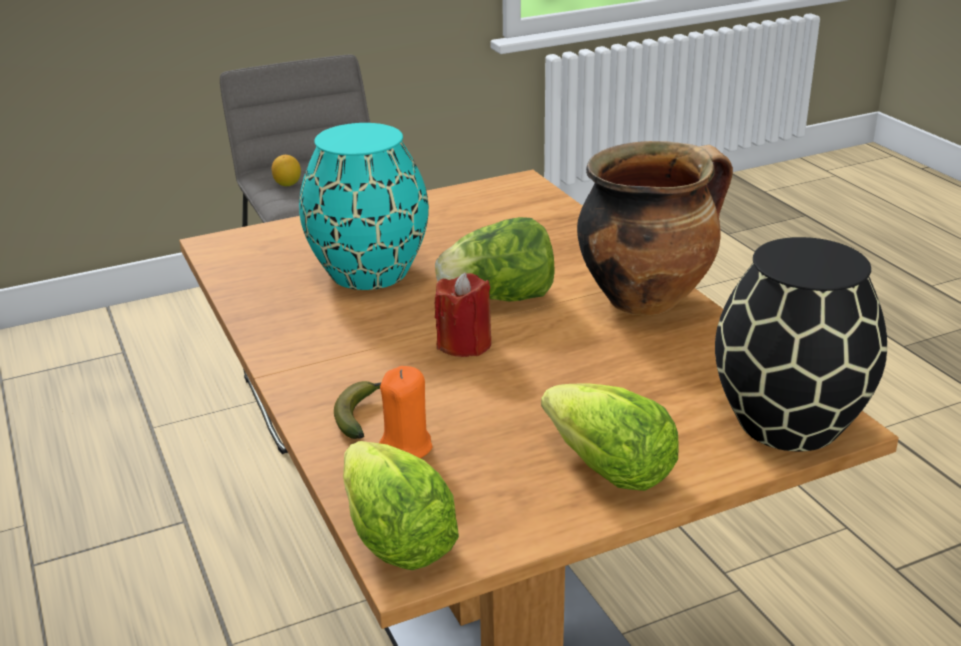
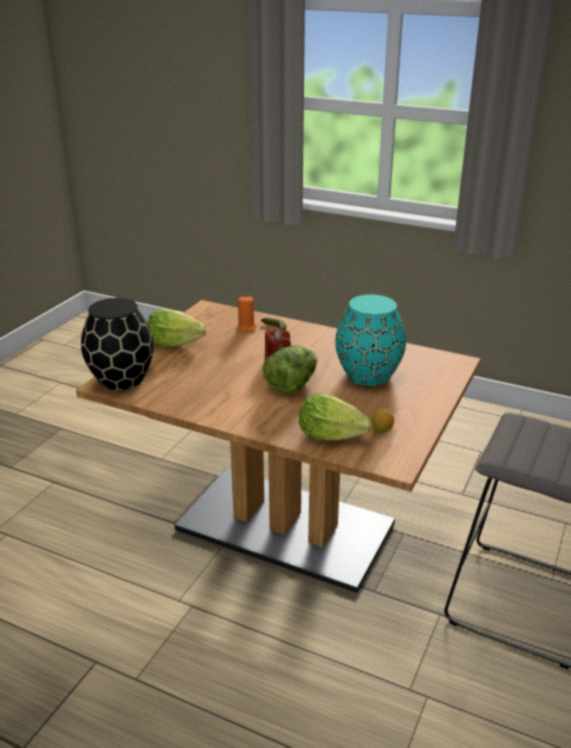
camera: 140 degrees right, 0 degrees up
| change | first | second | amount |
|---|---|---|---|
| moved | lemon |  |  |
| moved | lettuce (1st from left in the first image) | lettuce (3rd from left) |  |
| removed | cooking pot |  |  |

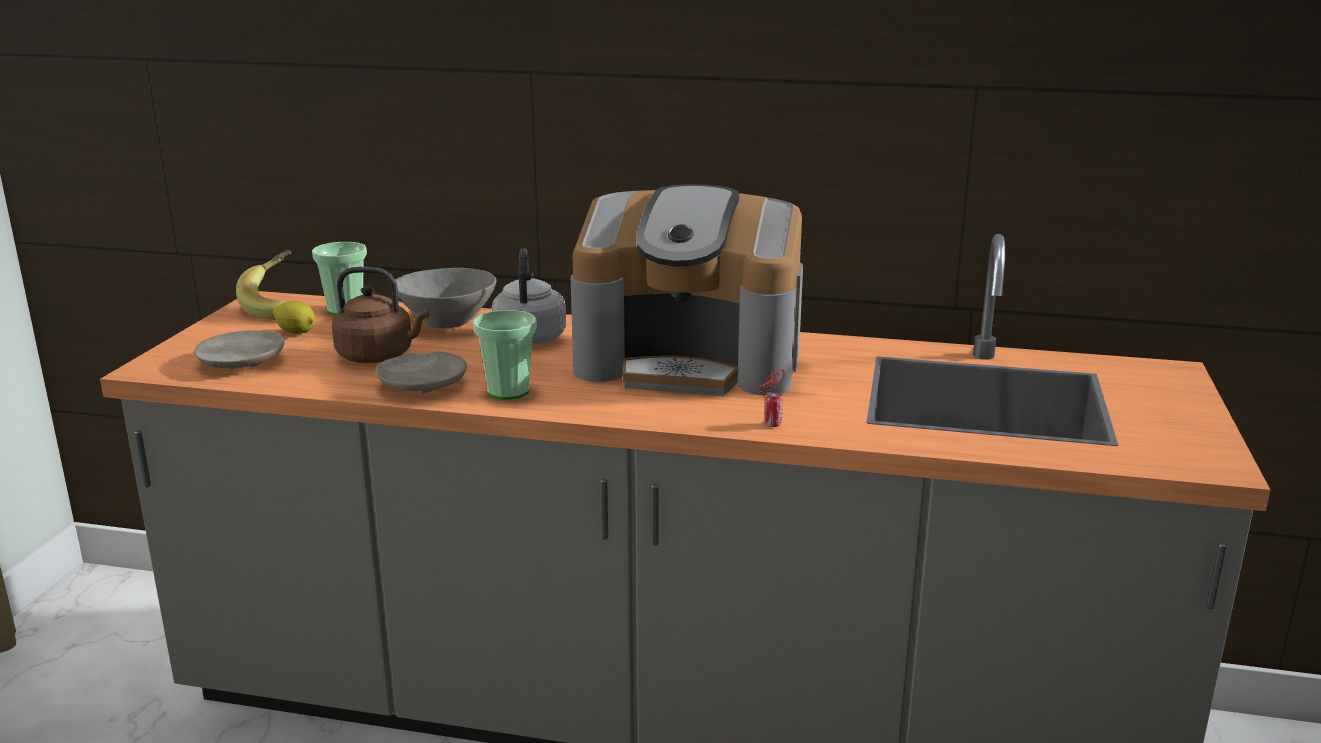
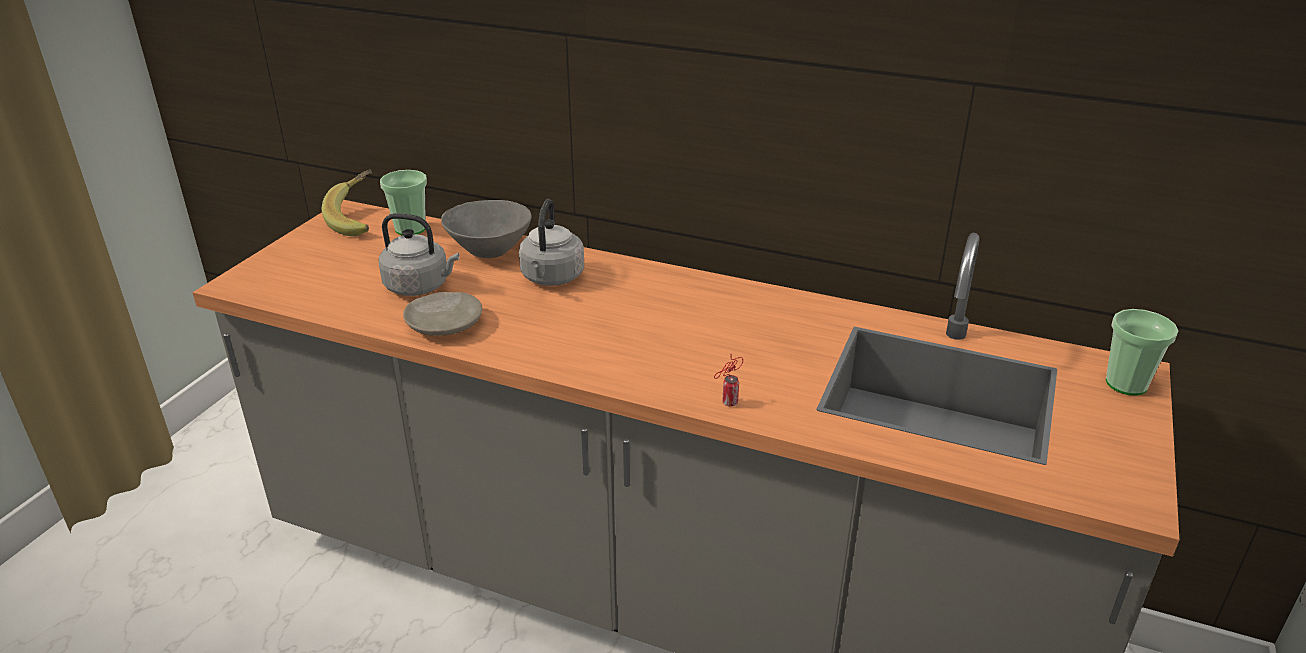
camera: 10 degrees right, 10 degrees up
| change | first | second | amount |
|---|---|---|---|
| removed | plate/beige (1st from left) |  |  |
| removed | lemon |  |  |
| recoloured | kettle/brown | kettle/grey (1st from left) |  |
| moved | cup (2nd from left) |  |  |
| removed | coffee machine |  |  |

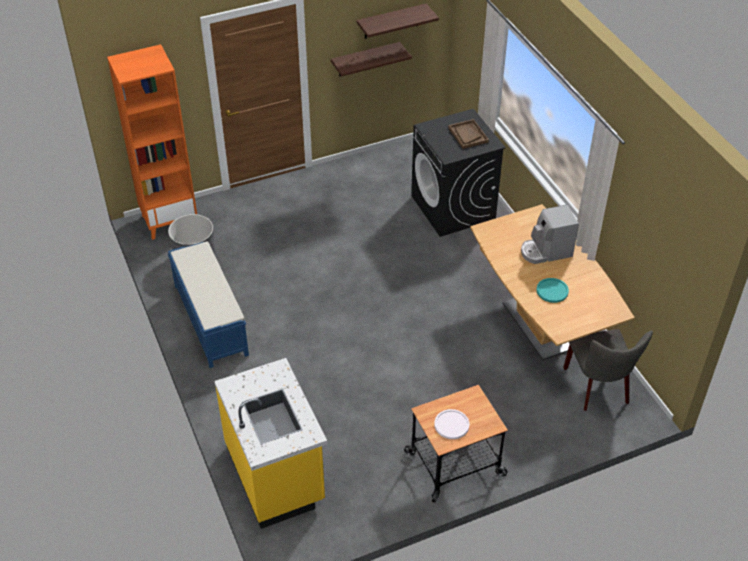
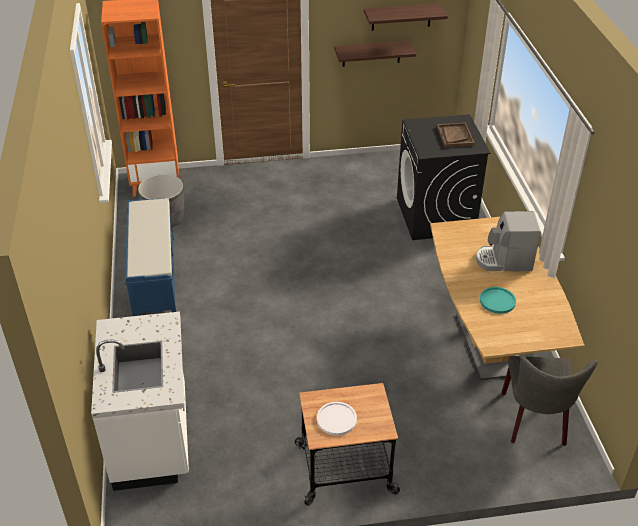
camera: 15 degrees right, 5 degrees down
| change | first | second | amount |
|---|---|---|---|
| recoloured | counter/yellow | counter/white |  |

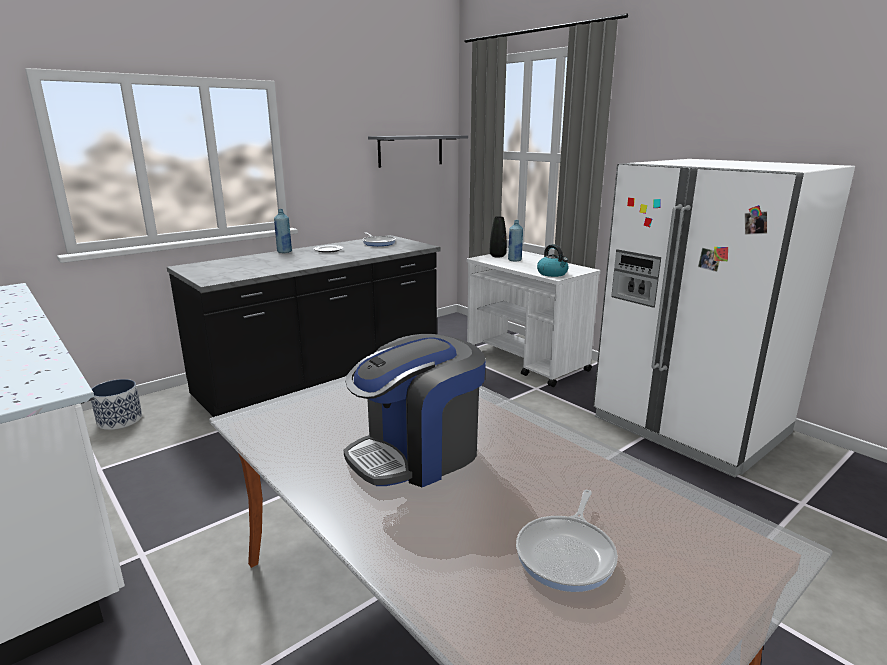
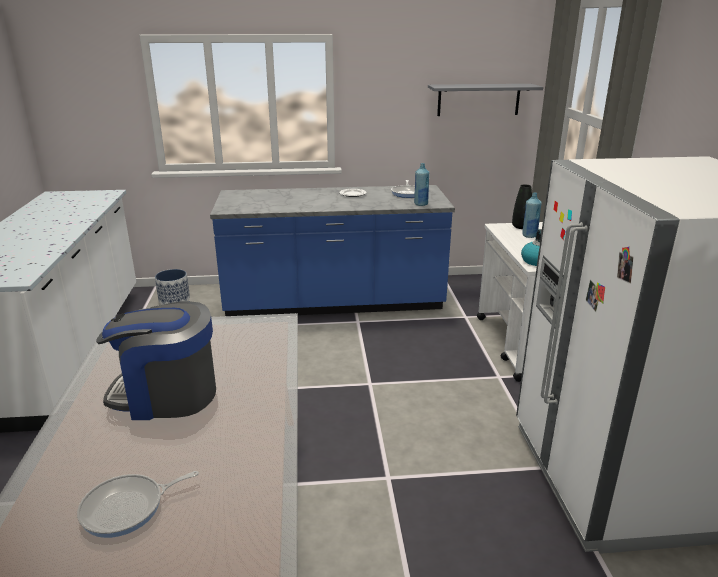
camera: 35 degrees right, 5 degrees up
| change | first | second | amount |
|---|---|---|---|
| recoloured | counter/black | counter/blue |  |
| moved | bottle/blue (1st from left) |  |  |

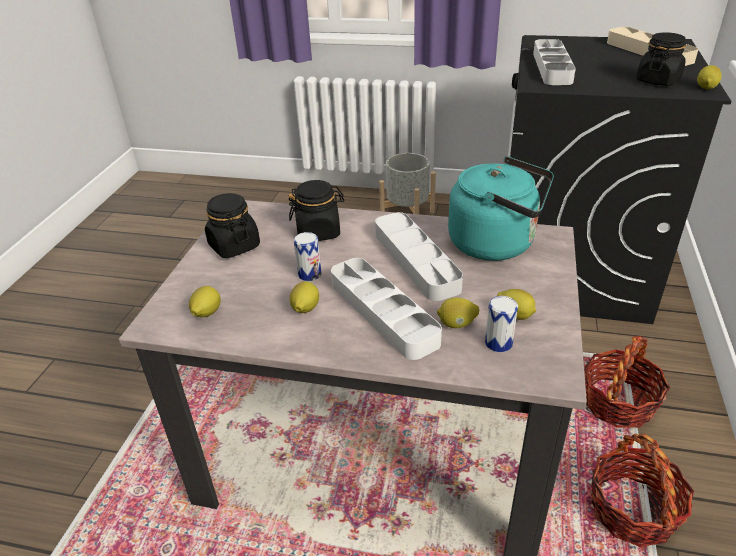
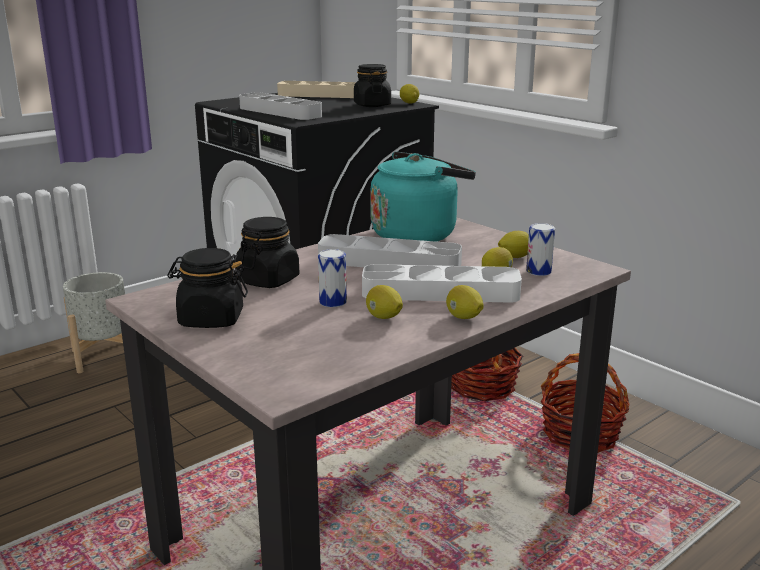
camera: 55 degrees left, 15 degrees down
| change | first | second | amount |
|---|---|---|---|
| moved | lemon (1st from left in the first image) | lemon (3rd from left) |  |

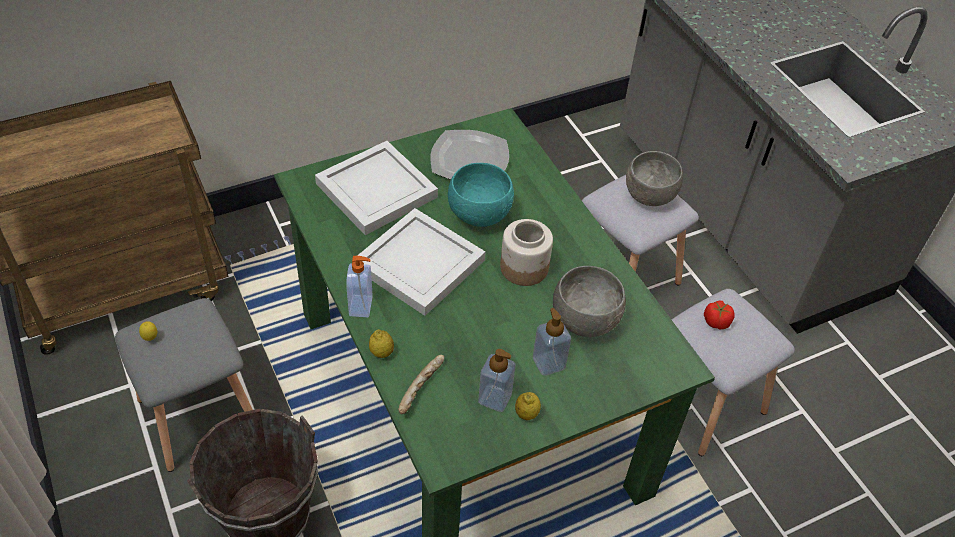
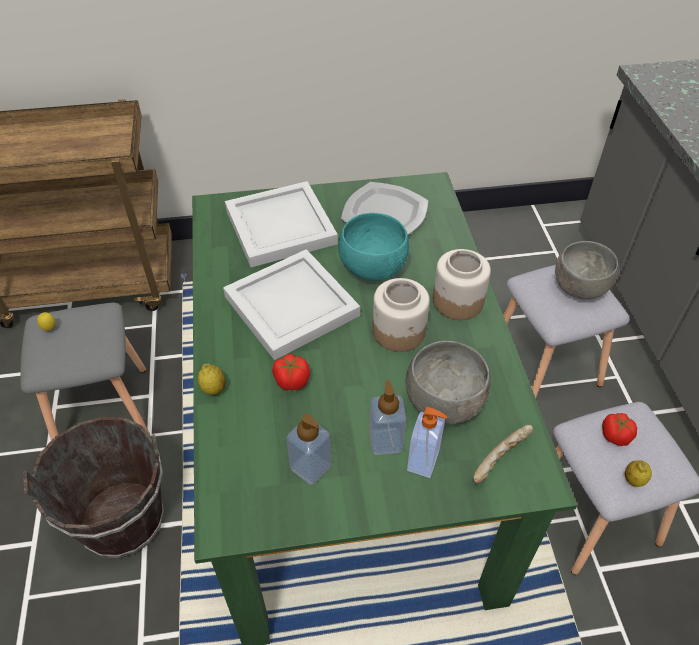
camera: 20 degrees right, 0 degrees up
| change | first | second | amount |
|---|---|---|---|
| moved | soap dispenser (1st from left in the first image) | soap dispenser (3rd from left) |  |
| moved | bread |  |  |
| moved | lemon (3rd from left) |  |  |
| added |  | tomato (1st from left) |  |
| added |  | jar (2nd from left) |  |

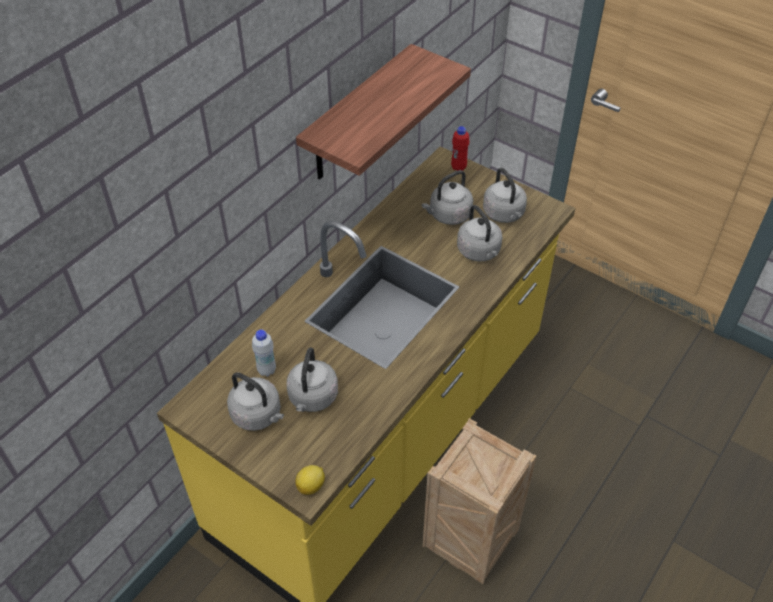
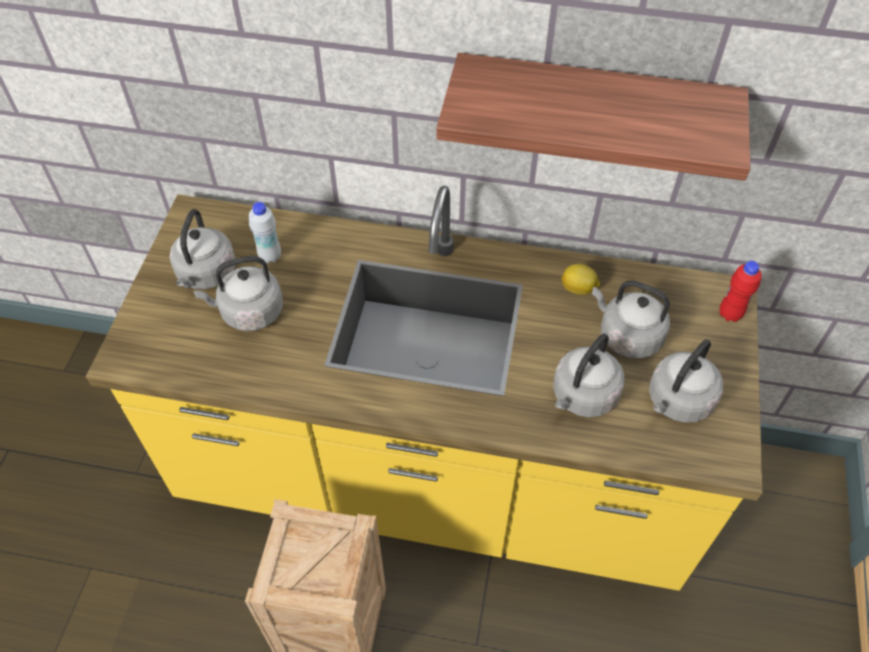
camera: 65 degrees right, 5 degrees up
| change | first | second | amount |
|---|---|---|---|
| moved | lemon |  |  |

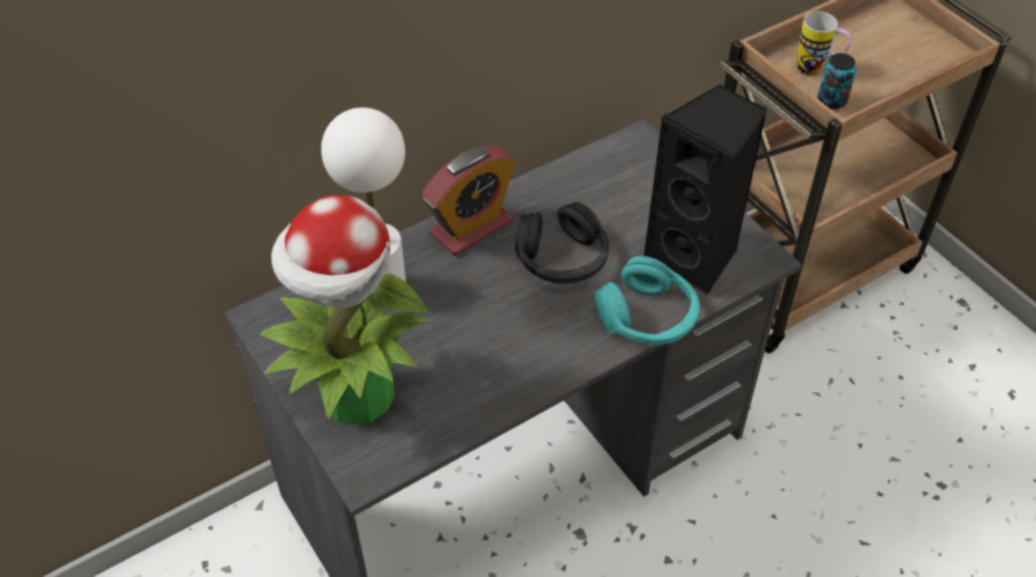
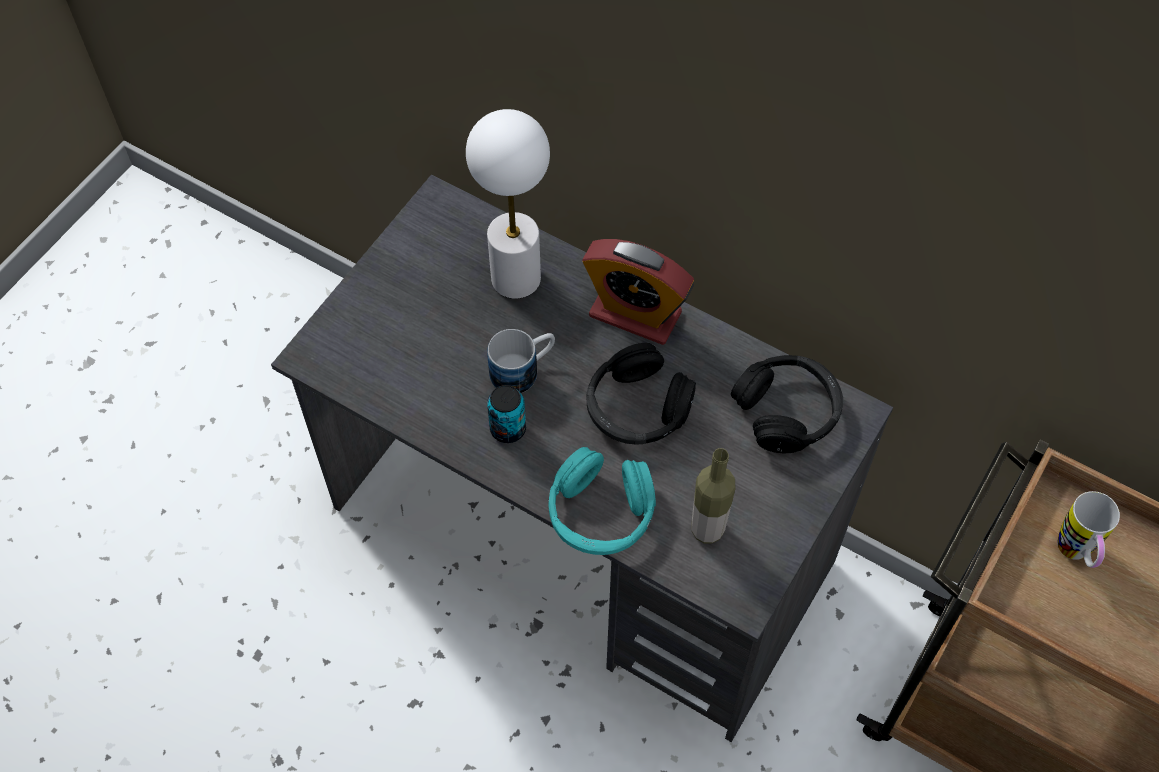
camera: 65 degrees right, 10 degrees up
| change | first | second | amount |
|---|---|---|---|
| removed | potted plant |  |  |
| replaced | speaker/black | bottle |  |
| moved | can |  |  |
| added |  | mug (1st from left) |  |
| added |  | headphones/black (2nd from left) |  |

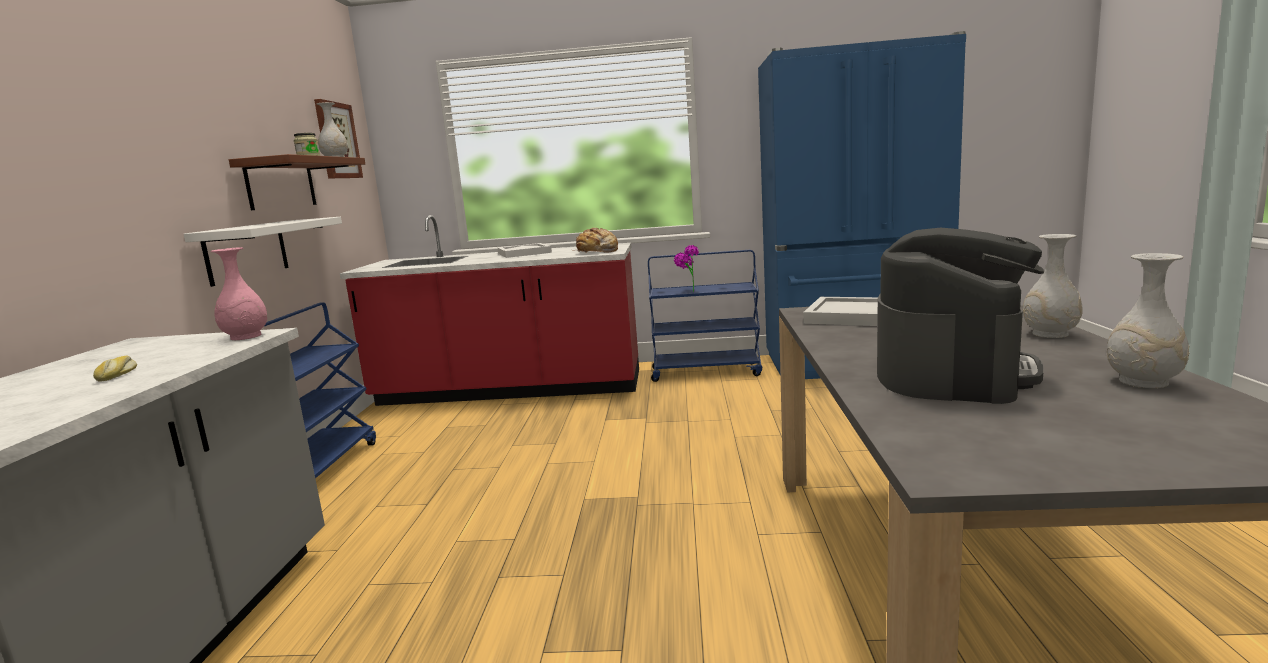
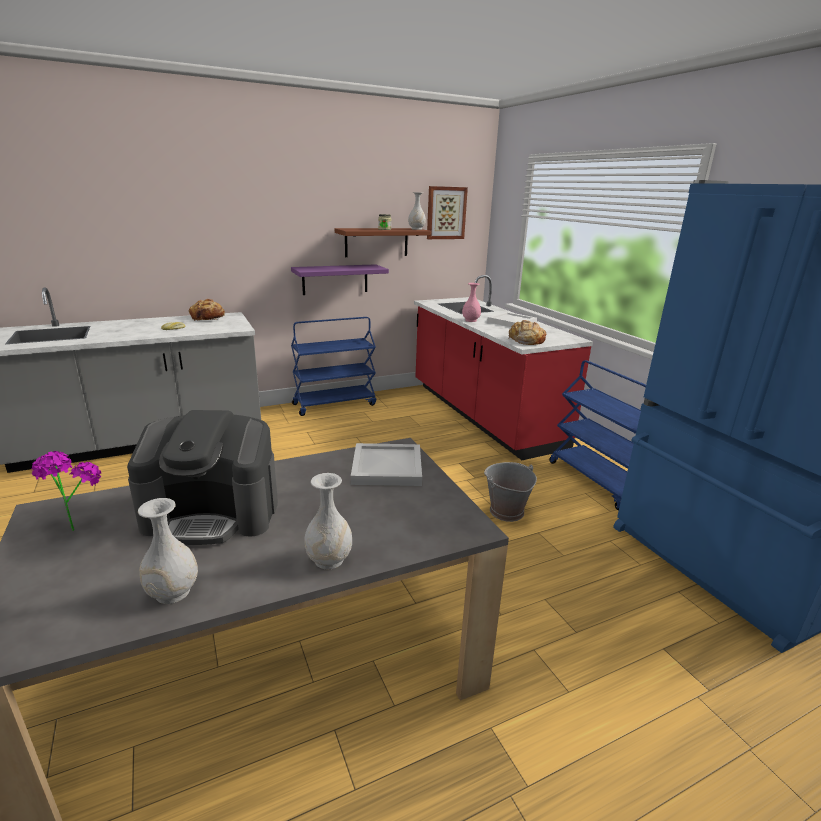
camera: 60 degrees right, 10 degrees up
| change | first | second | amount |
|---|---|---|---|
| recoloured | shelf/white | shelf/purple |  |
| moved | vase/pink |  |  |
| moved | potted plant |  |  |
| added |  | bread (2nd from left) |  |
| added |  | bucket/grey |  |

